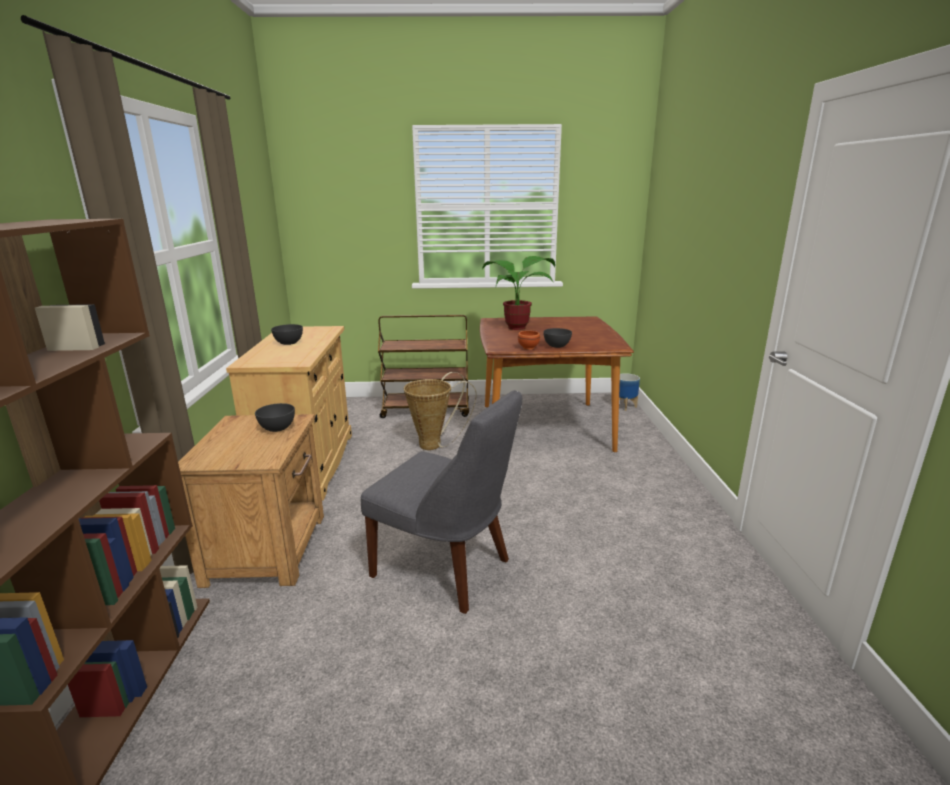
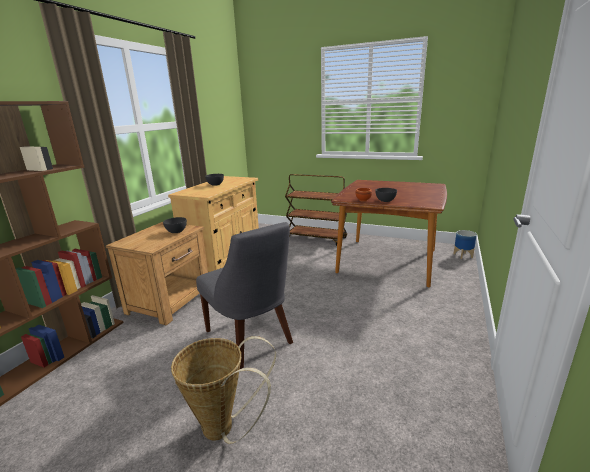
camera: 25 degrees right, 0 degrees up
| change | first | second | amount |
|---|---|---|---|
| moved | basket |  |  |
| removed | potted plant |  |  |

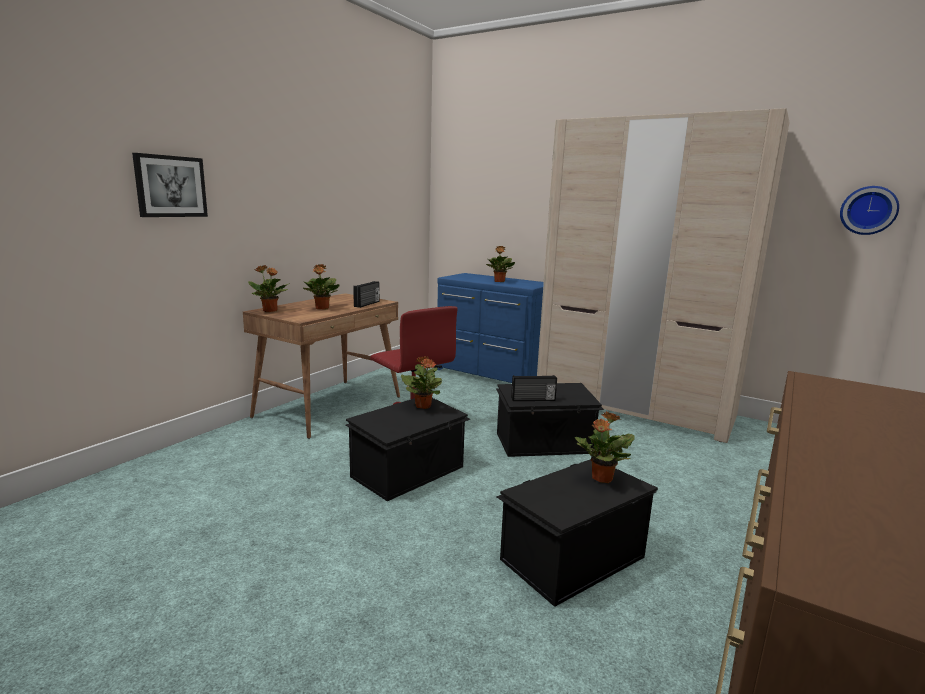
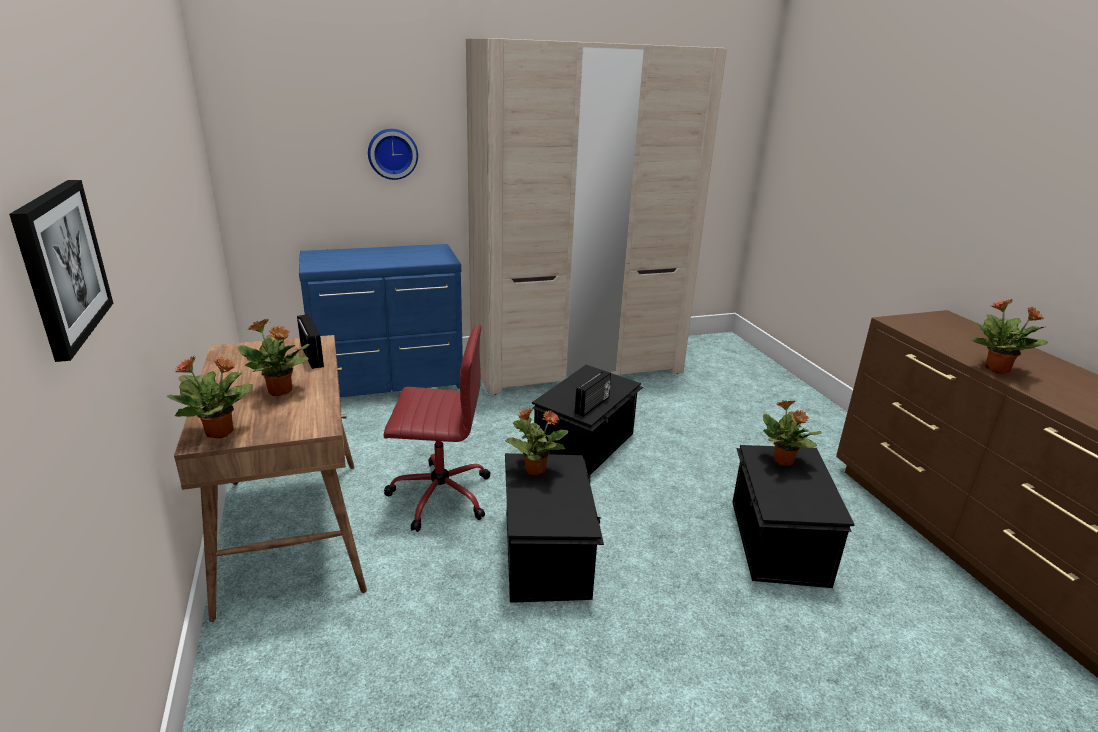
camera: 50 degrees left, 10 degrees up
| change | first | second | amount |
|---|---|---|---|
| moved | potted plant (4th from left in the first image) | potted plant (5th from left) |  |
| moved | wall clock |  |  |

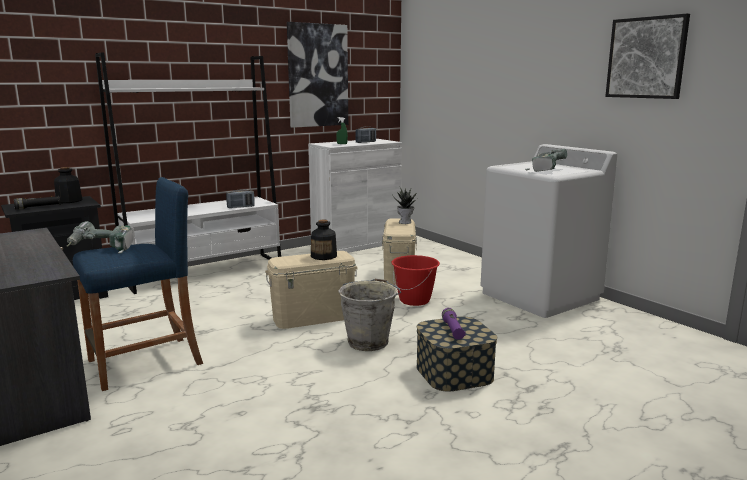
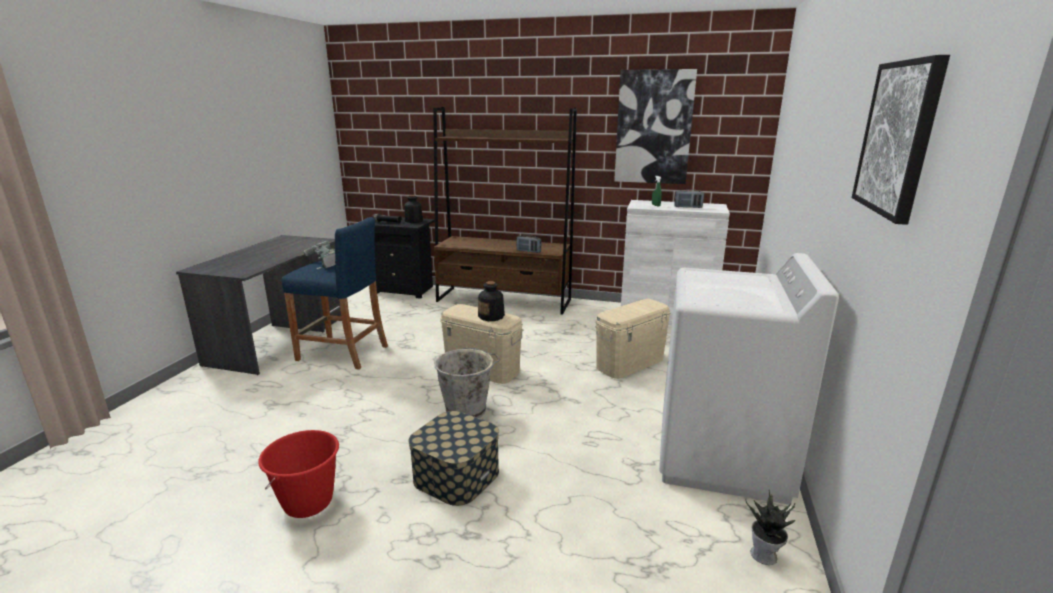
camera: 50 degrees right, 5 degrees up
| change | first | second | amount |
|---|---|---|---|
| recoloured | bookcase/white | bookcase/brown |  |
| moved | bucket/red |  |  |
| moved | potted plant |  |  |
| removed | flashlight/purple |  |  |
| removed | power drill (2nd from left) |  |  |

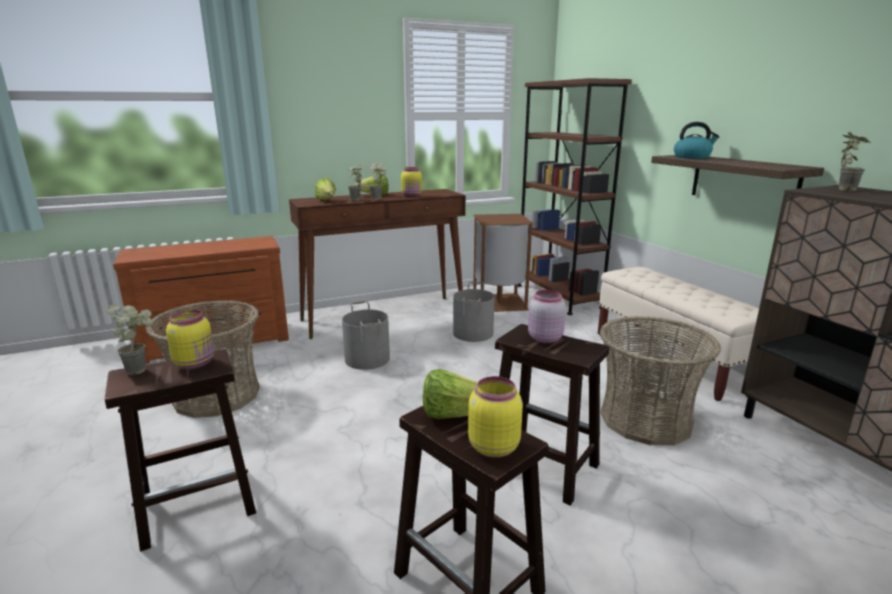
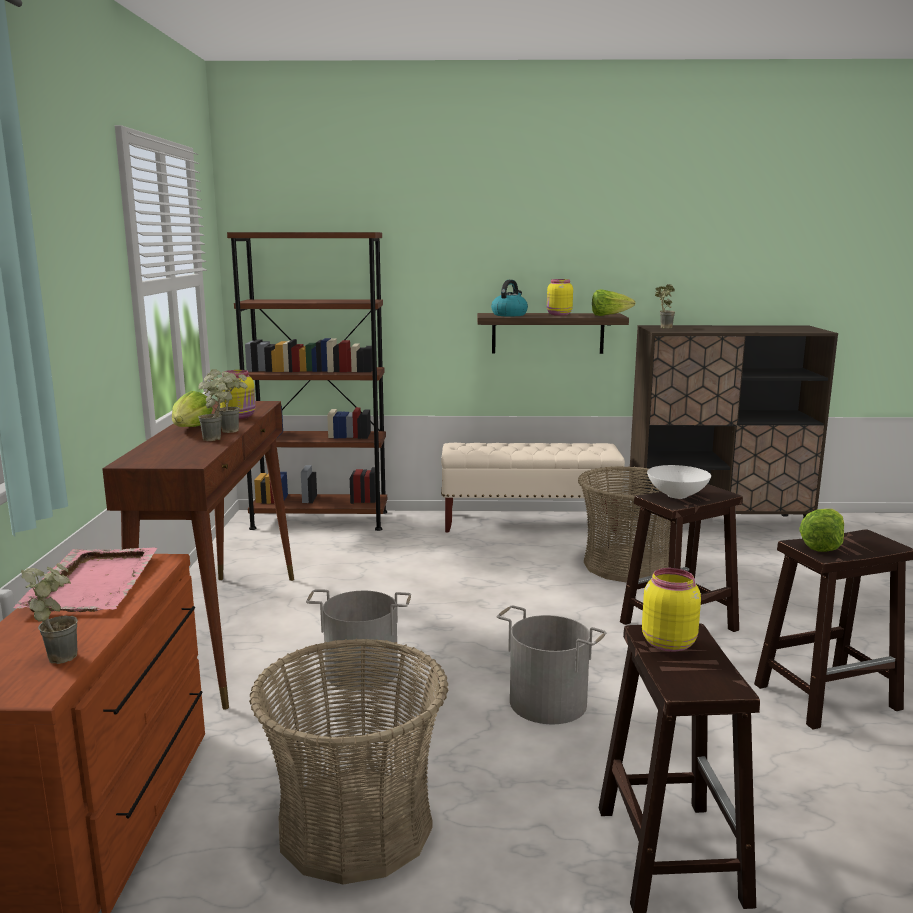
camera: 65 degrees left, 5 degrees down
| change | first | second | amount |
|---|---|---|---|
| moved | potted plant (1st from left) |  |  |
| moved | lettuce (1st from left in the first image) | lettuce (2nd from left) |  |
| moved | bucket/grey (2nd from left) |  |  |
| moved | jar/yellow (3rd from left in the first image) | jar/yellow (2nd from left) |  |
| removed | trash can/brown |  |  |
| replaced | jar/pink | bowl/white |  |
| added |  | tray/pink |  |

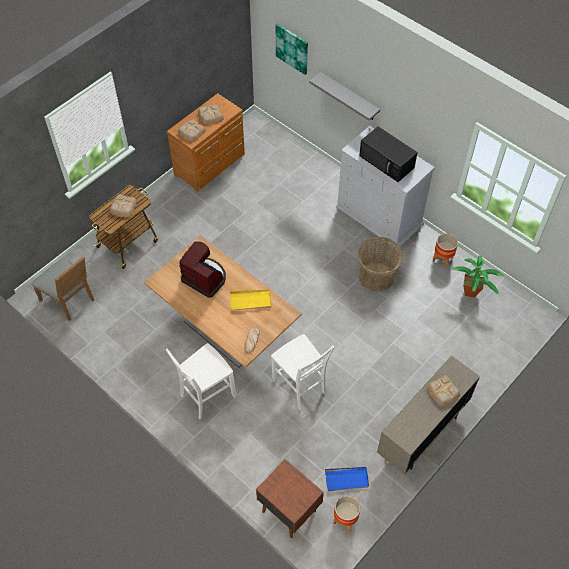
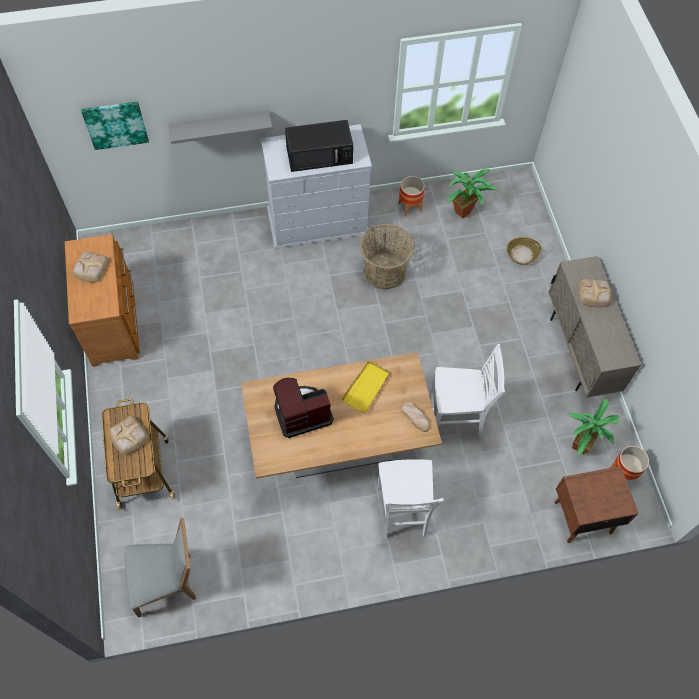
camera: 55 degrees left, 5 degrees up
| change | first | second | amount |
|---|---|---|---|
| removed | bread (2nd from left) |  |  |
| replaced | tray/blue | potted plant (2nd from left) |  |
| added |  | basket (2nd from left) |  |

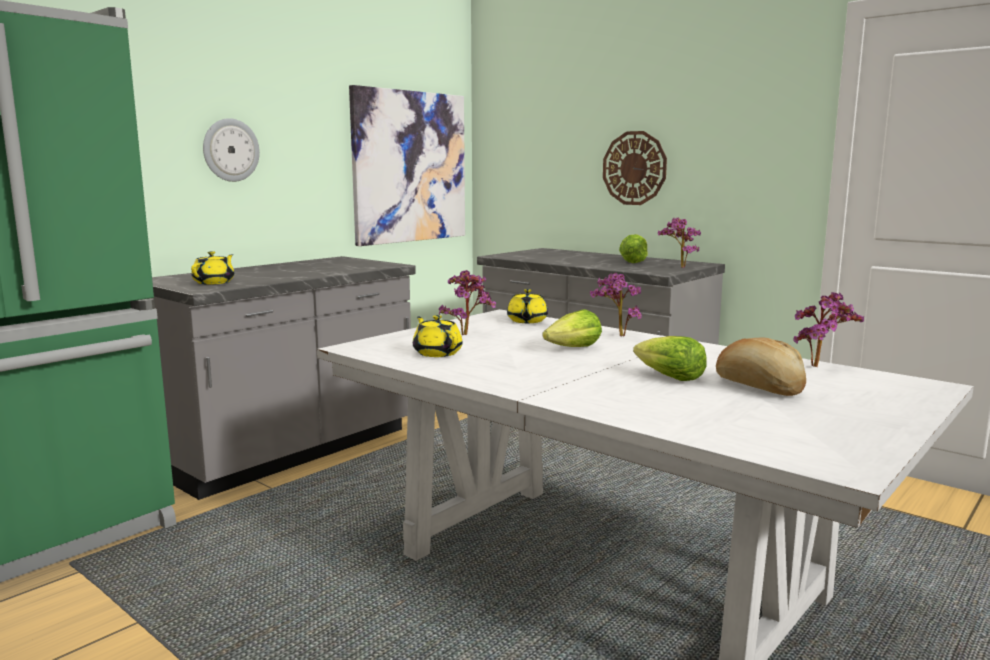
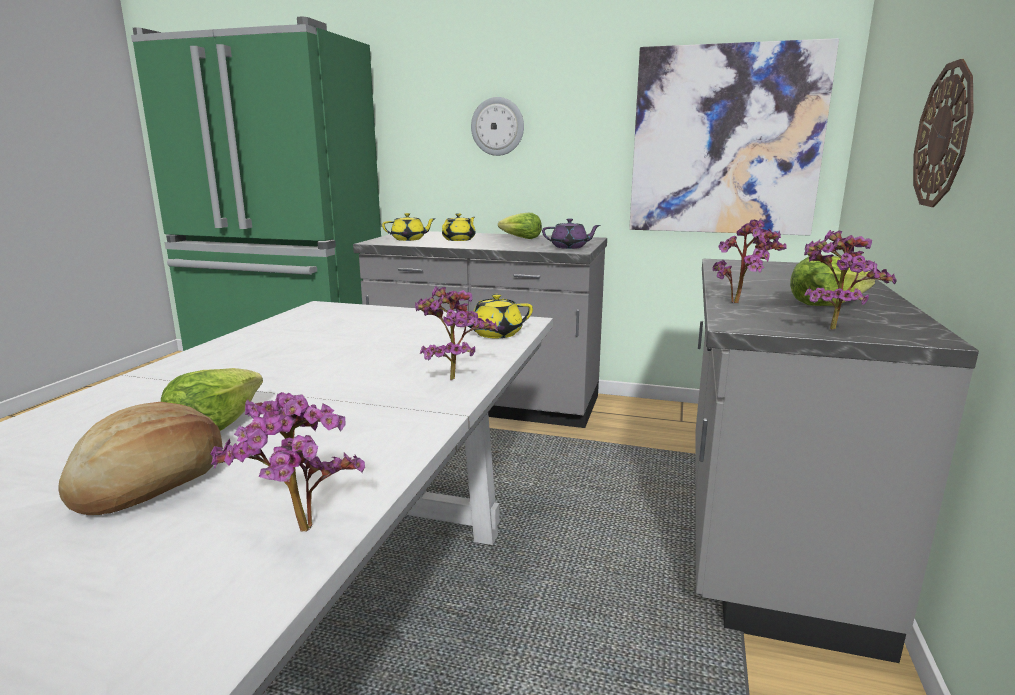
camera: 65 degrees right, 5 degrees up
| change | first | second | amount |
|---|---|---|---|
| moved | teapot/yellow (2nd from left) |  |  |
| moved | potted plant (1st from left in the first image) | potted plant (3rd from left) |  |
| moved | lettuce (1st from left in the first image) | lettuce (2nd from left) |  |
| added |  | teapot/purple |  |

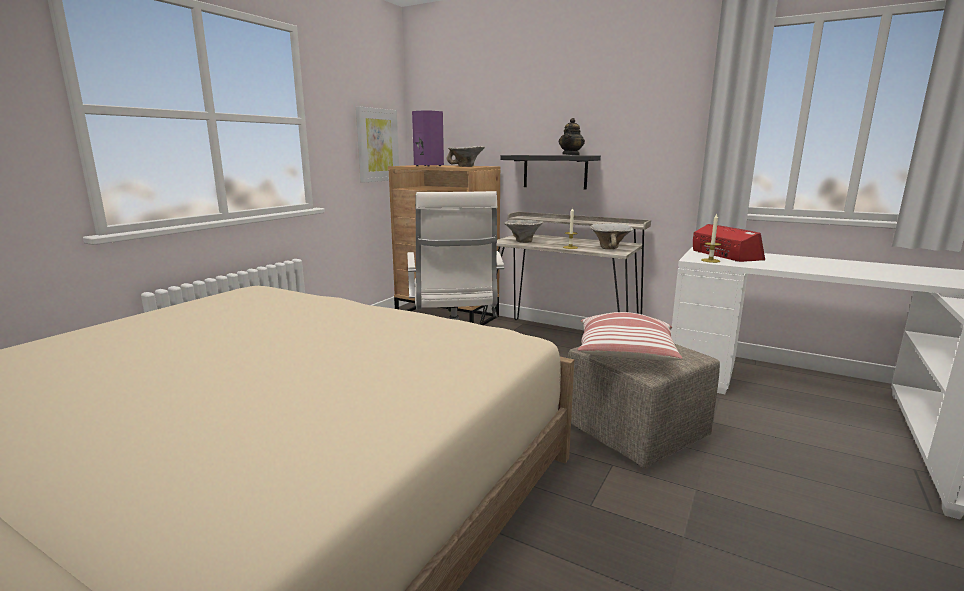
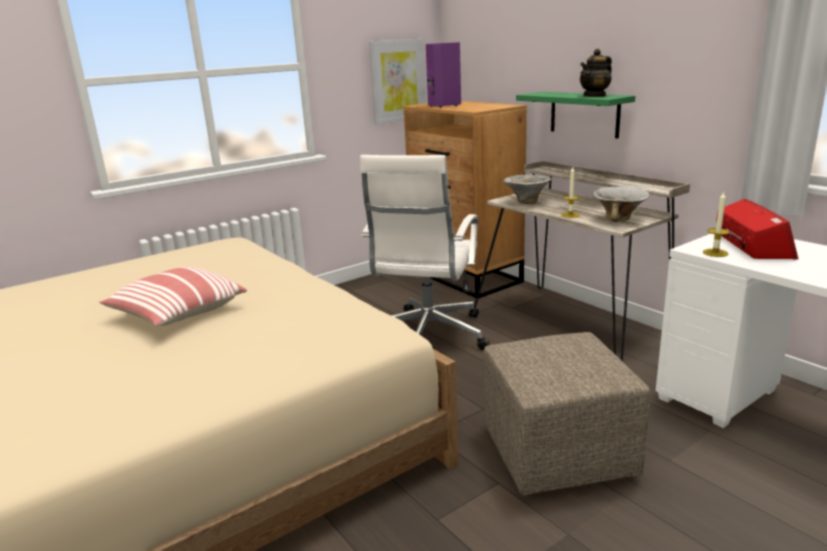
camera: 25 degrees right, 5 degrees up
| change | first | second | amount |
|---|---|---|---|
| removed | bowl (1st from left) |  |  |
| recoloured | shelf/black | shelf/green |  |
| moved | pillow |  |  |

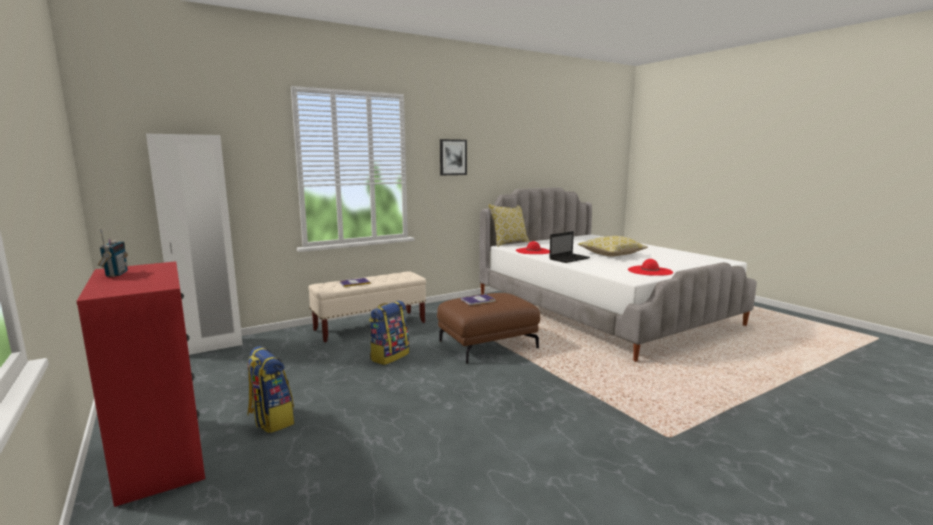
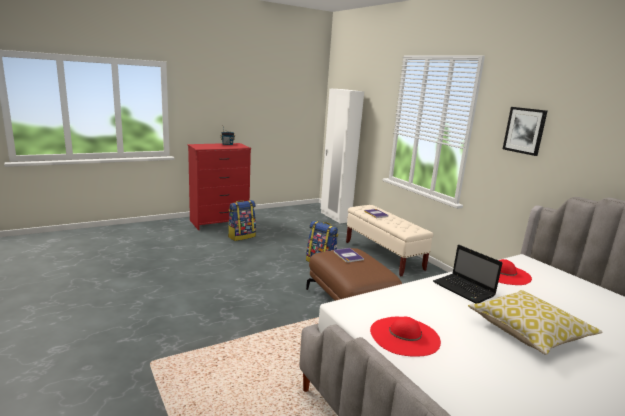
camera: 90 degrees right, 5 degrees up
| change | first | second | amount |
|---|---|---|---|
| removed | pillow (1st from left) |  |  |

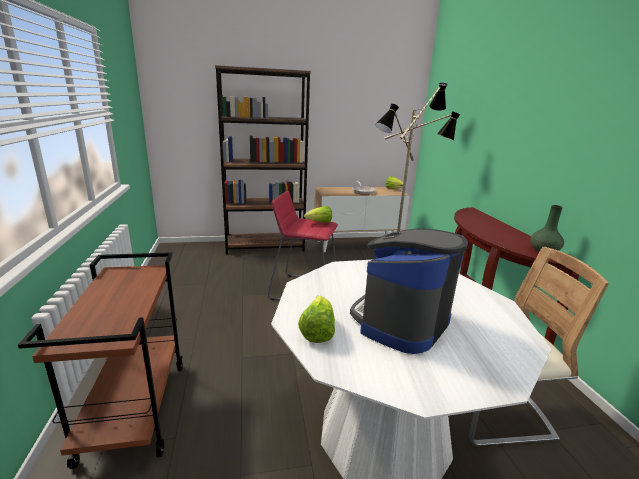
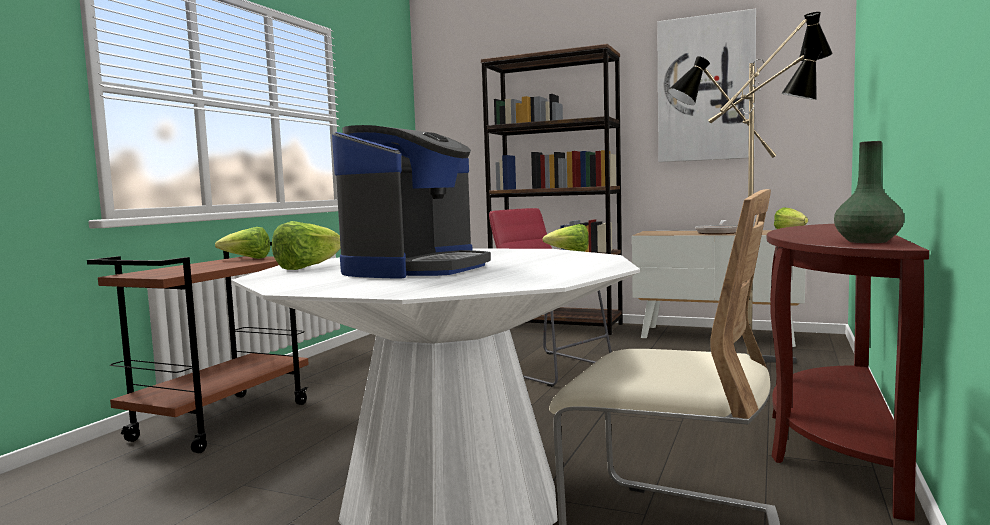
camera: 35 degrees right, 15 degrees down
| change | first | second | amount |
|---|---|---|---|
| turned | coffee machine |  | 135 degrees clockwise |
| added |  | lettuce (1st from left) |  |
| added |  | picture |  |

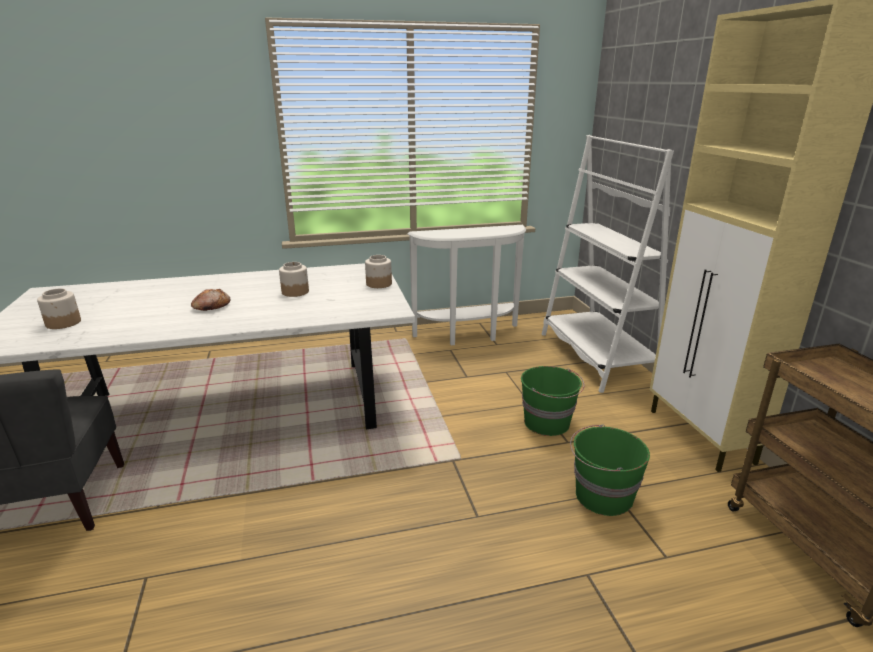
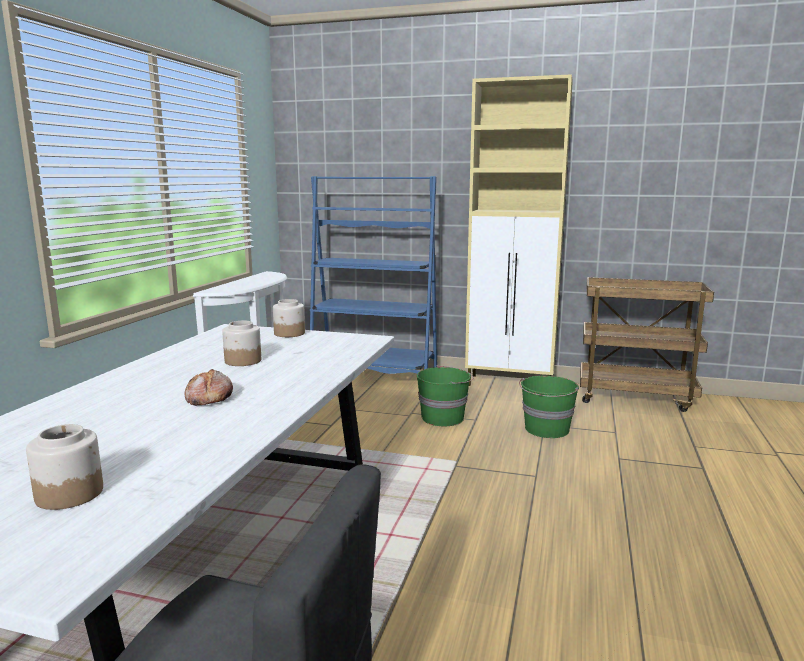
camera: 60 degrees left, 10 degrees down
| change | first | second | amount |
|---|---|---|---|
| recoloured | bookcase/white | bookcase/blue |  |

